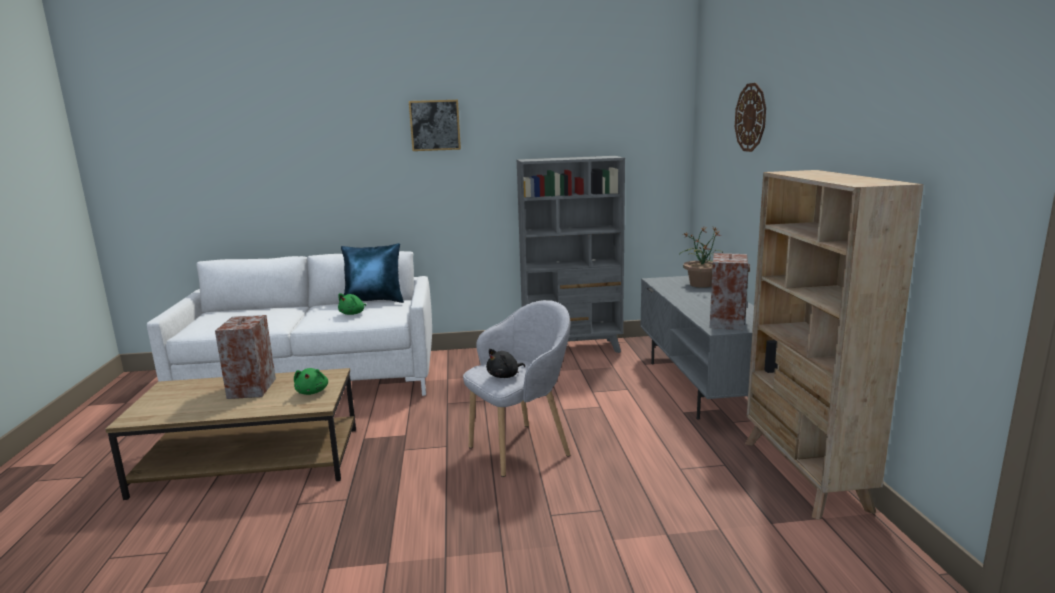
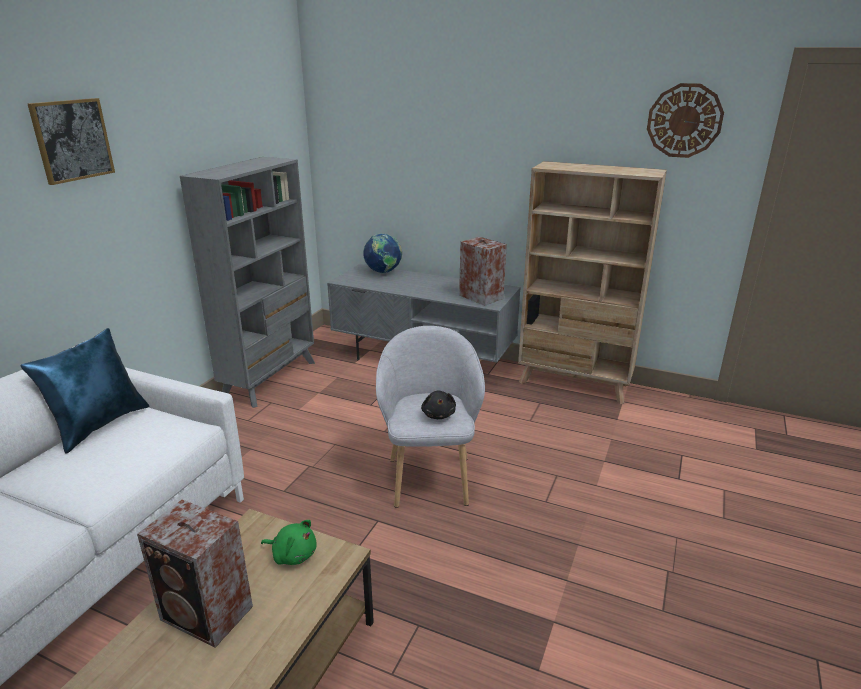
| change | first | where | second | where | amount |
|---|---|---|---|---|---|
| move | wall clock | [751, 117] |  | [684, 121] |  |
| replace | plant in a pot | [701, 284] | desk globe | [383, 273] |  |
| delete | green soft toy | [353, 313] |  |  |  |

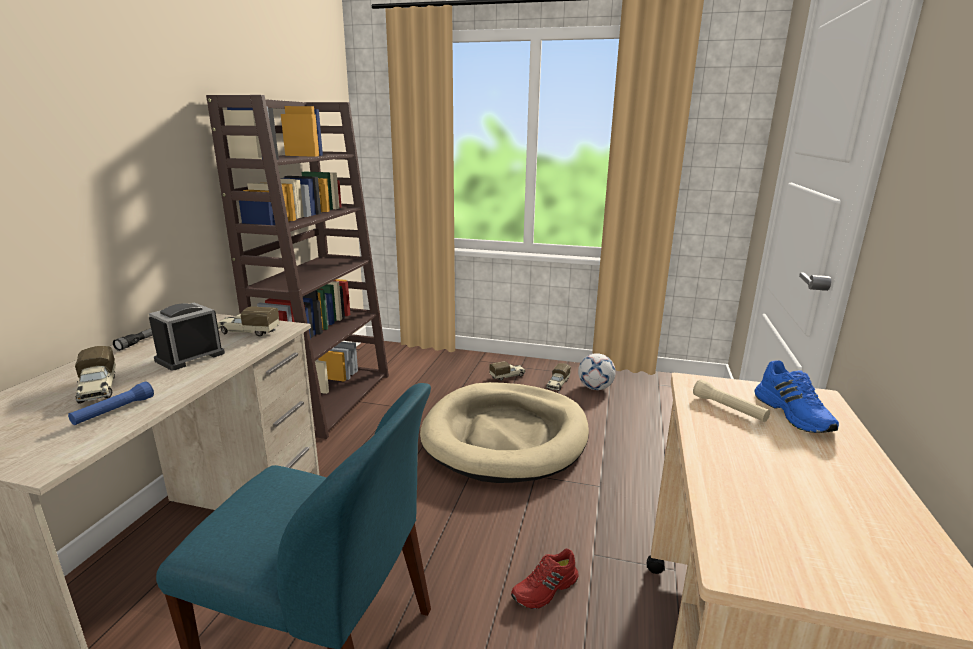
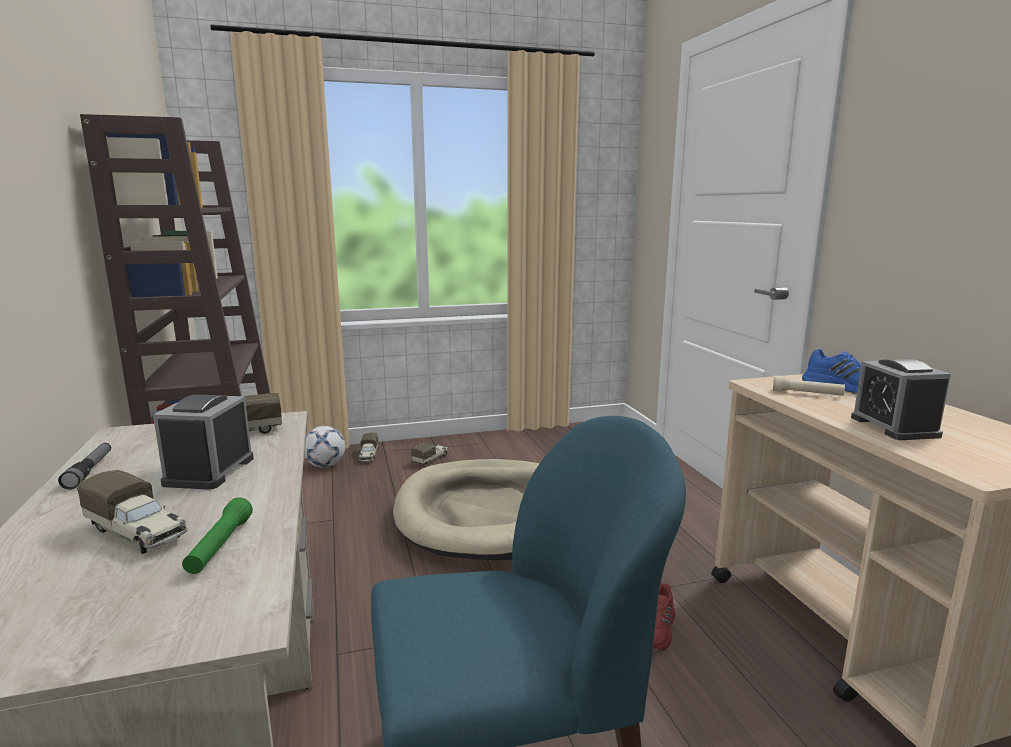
| change | first | where | second | where | amount |
|---|---|---|---|---|---|
| move | football | [595, 388] |  | [325, 465] |  |
| move | model truck | [557, 384] |  | [368, 456] |  |
| recolor | blue flashlight | [114, 411] | green flashlight | [220, 546] |  |
| insert |  |  | bedside clock | [894, 426] |  |

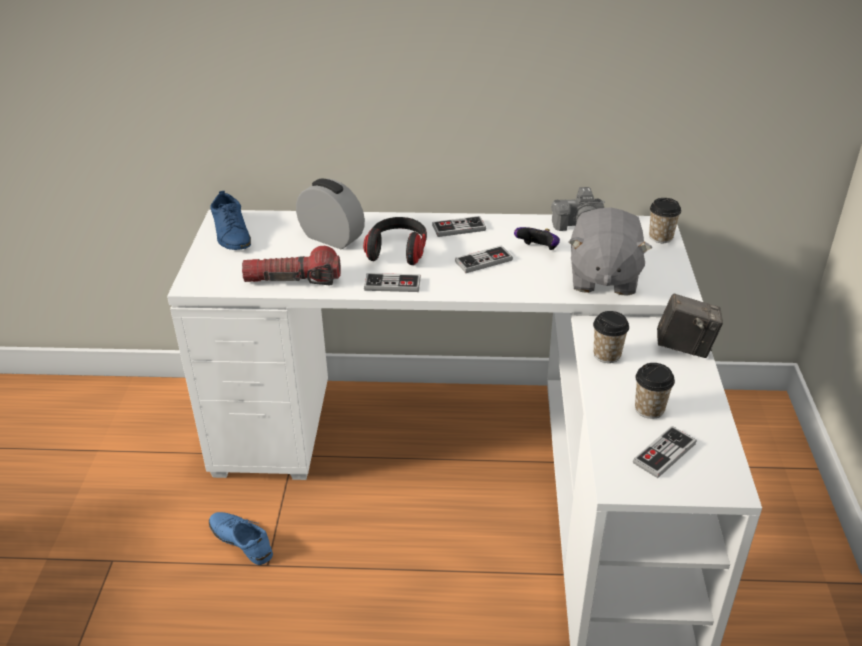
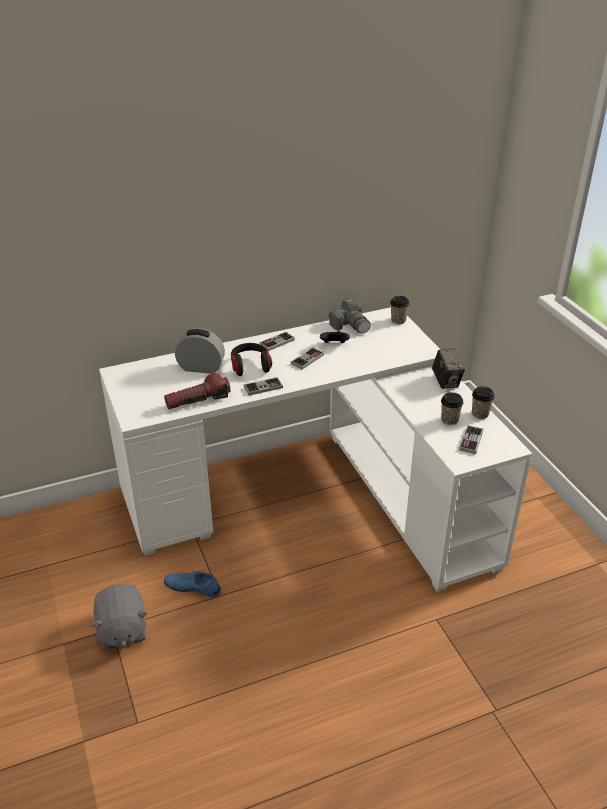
| change | first | where | second | where | amount |
|---|---|---|---|---|---|
| delete | blue shoe | [231, 233] |  |  |  |
| move | greyish soft toy | [602, 278] |  | [122, 630] |  |
| rotate | photo camera | [684, 347] |  | [446, 381] | 90 degrees clockwise |
| move | cup | [607, 355] |  | [480, 414] |  |

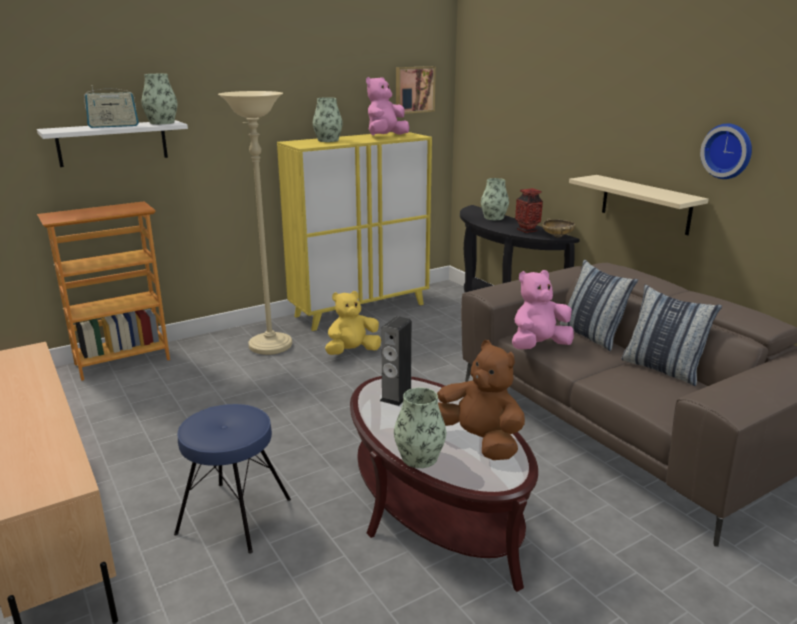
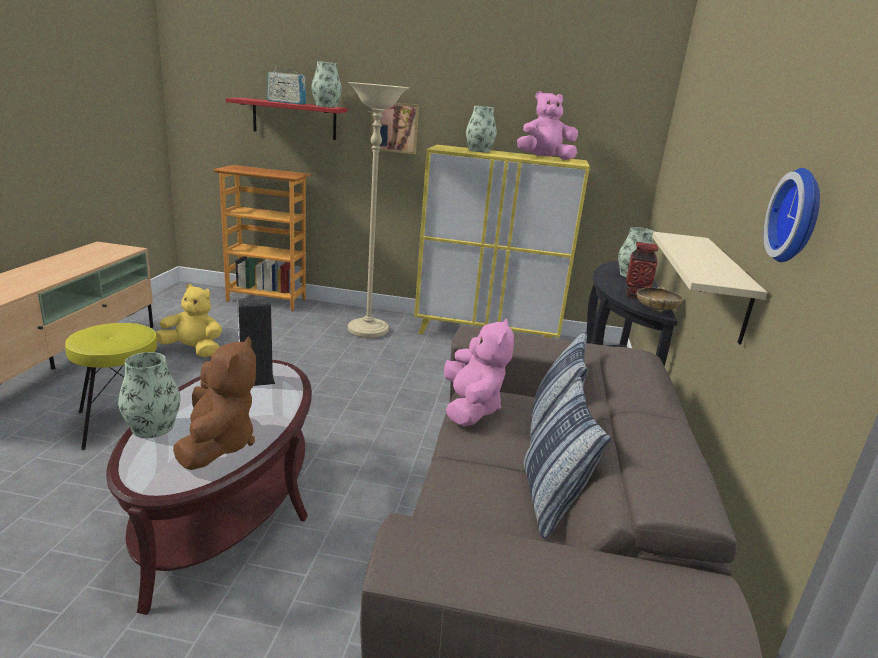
| change | first | where | second | where | amount |
|---|---|---|---|---|---|
| move | wall art | [414, 89] |  | [394, 127] |  |
| recolor | whitish shelf | [112, 143] | red-coloured shelf | [294, 119] |  |
| rotate | pink-coloured soft toy | [538, 346] |  | [471, 408] | 75 degrees clockwise |
| move | yellow soft toy | [352, 351] |  | [193, 350] |  |
| recolor | blue stool | [235, 516] | yellow stool | [123, 422] |  |

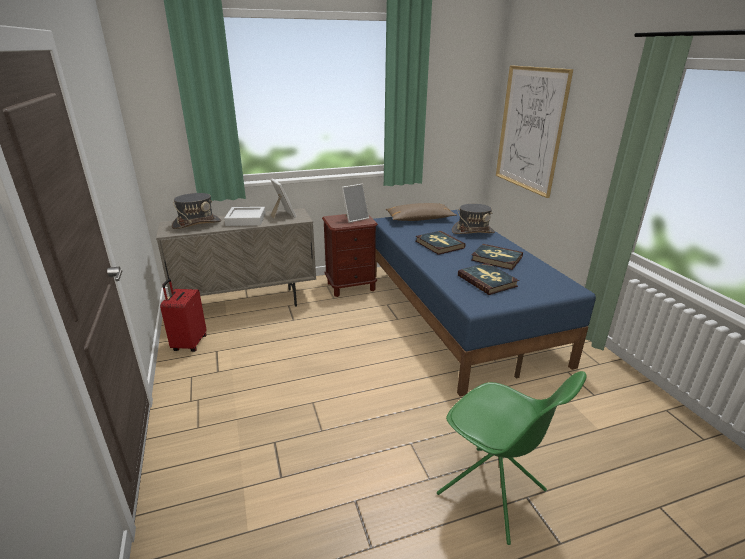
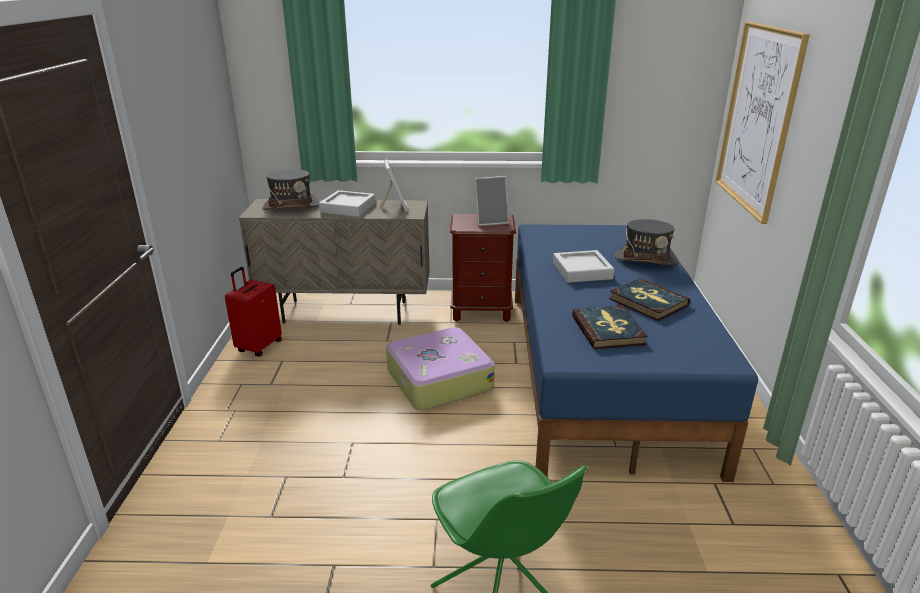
| change | first | where | second | where | amount |
|---|---|---|---|---|---|
| delete | brownish pillow | [419, 219] |  |  |  |
| replace | book | [439, 244] | greyish tray | [582, 271] |  |
| insert |  |  | suitcase | [438, 379] |  |

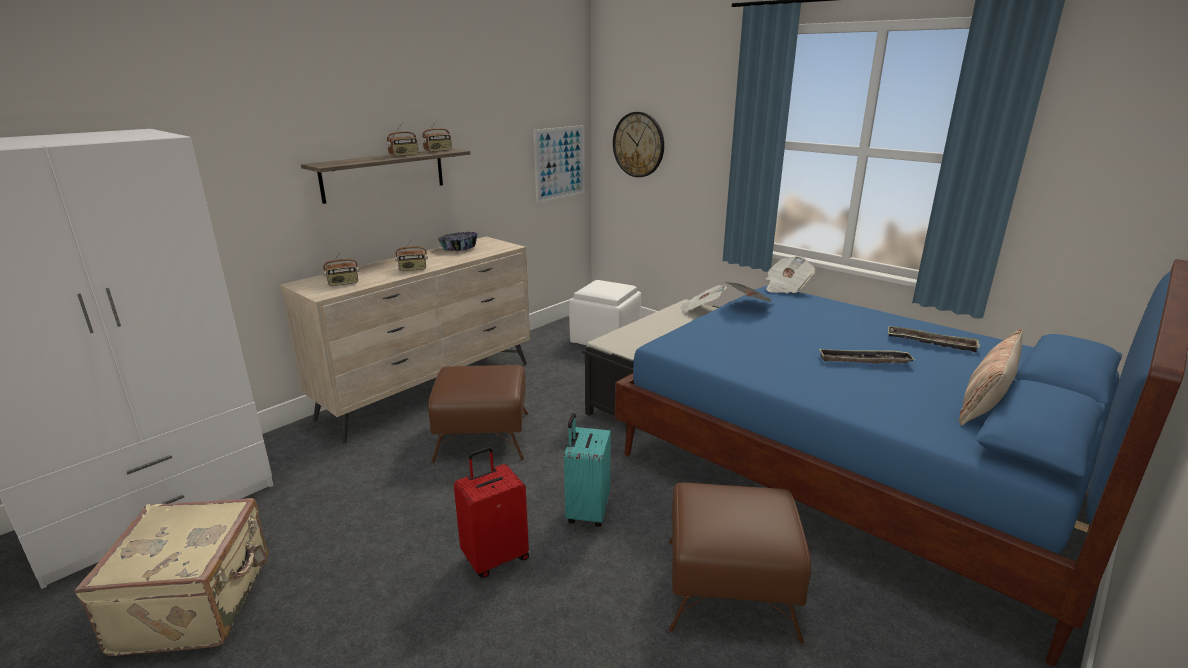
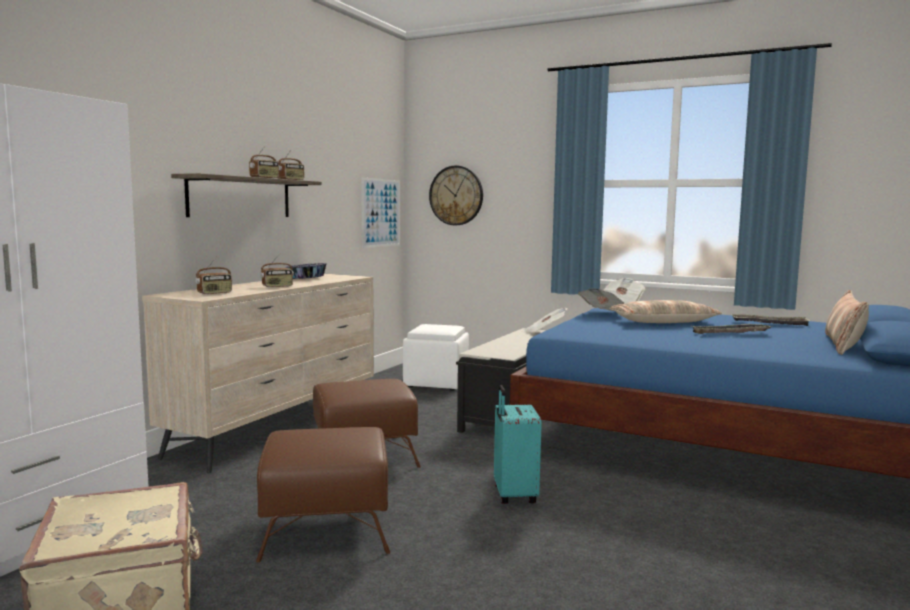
| change | first | where | second | where | amount |
|---|---|---|---|---|---|
| delete | red-coloured suitcase | [495, 557] |  |  |  |
| move | brownish ottoman | [728, 586] |  | [325, 527] |  |
| insert |  |  | pillow | [663, 322] |  |

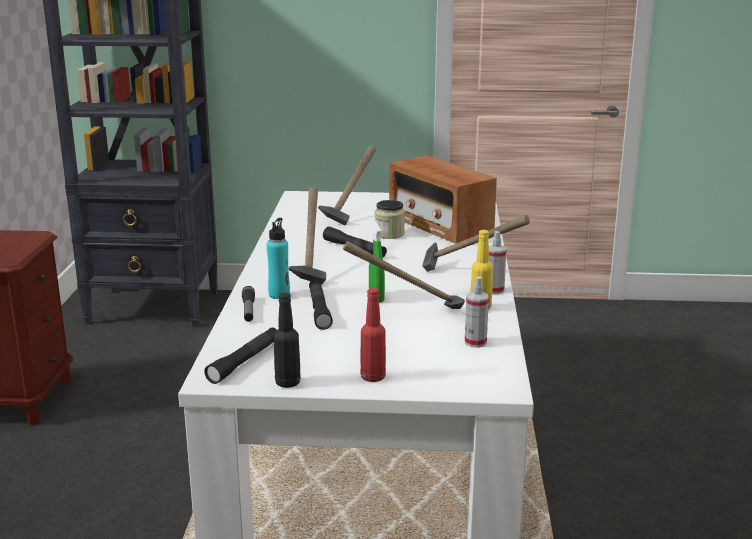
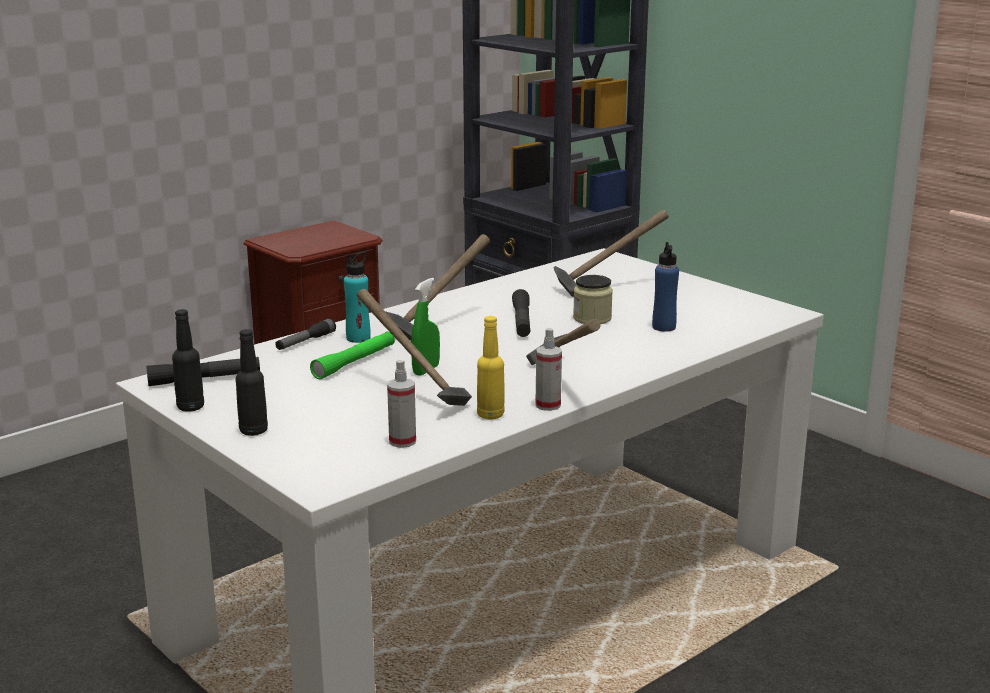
| change | first | where | second | where | amount |
|---|---|---|---|---|---|
| replace | radio set | [439, 226] | blue drink bottle | [664, 327] |  |
| recolor | blackish flashlight | [319, 310] | green flashlight | [355, 362] |  |
| recolor | red-coloured drink bottle | [373, 377] | blackish drink bottle | [254, 431] |  |

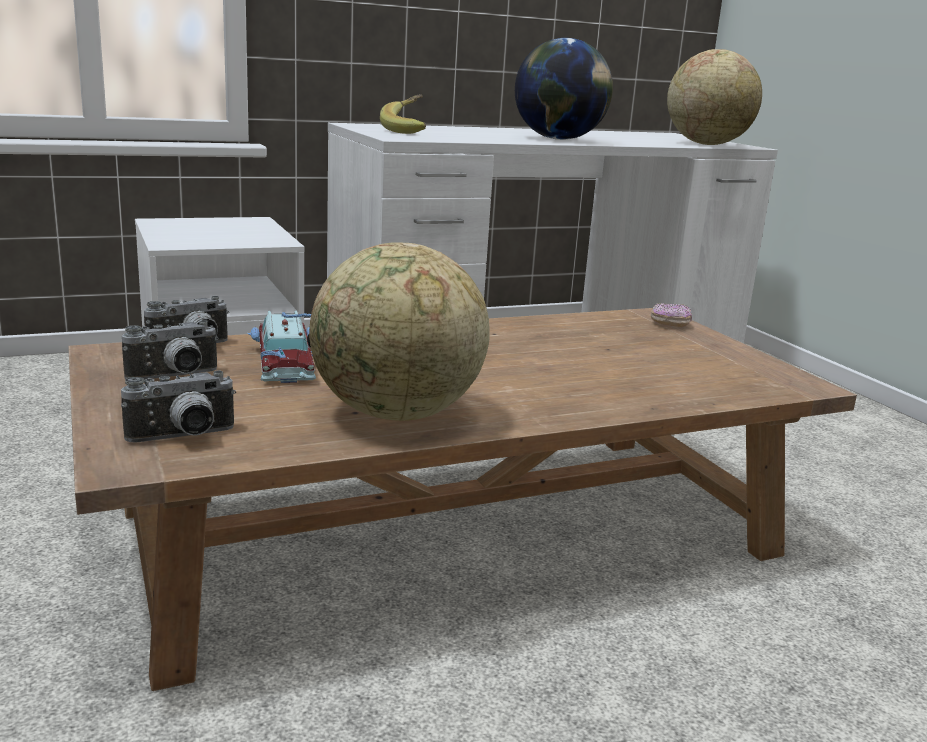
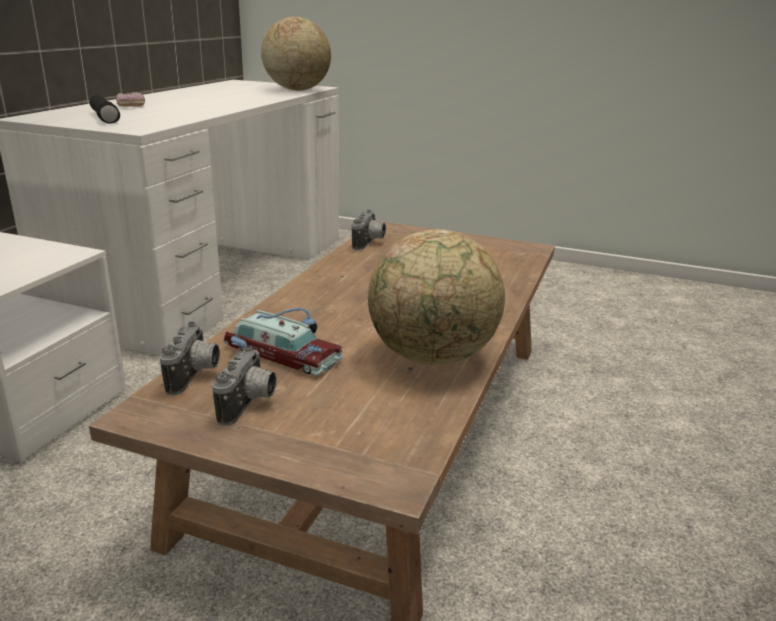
| change | first | where | second | where | amount |
|---|---|---|---|---|---|
| delete | desk globe | [559, 139] |  |  |  |
| replace | whole banana | [410, 131] | blackish flashlight | [105, 118] |  |
| move | doughnut | [670, 324] |  | [131, 106] |  |
| move | photo camera | [183, 438] |  | [370, 243] |  |

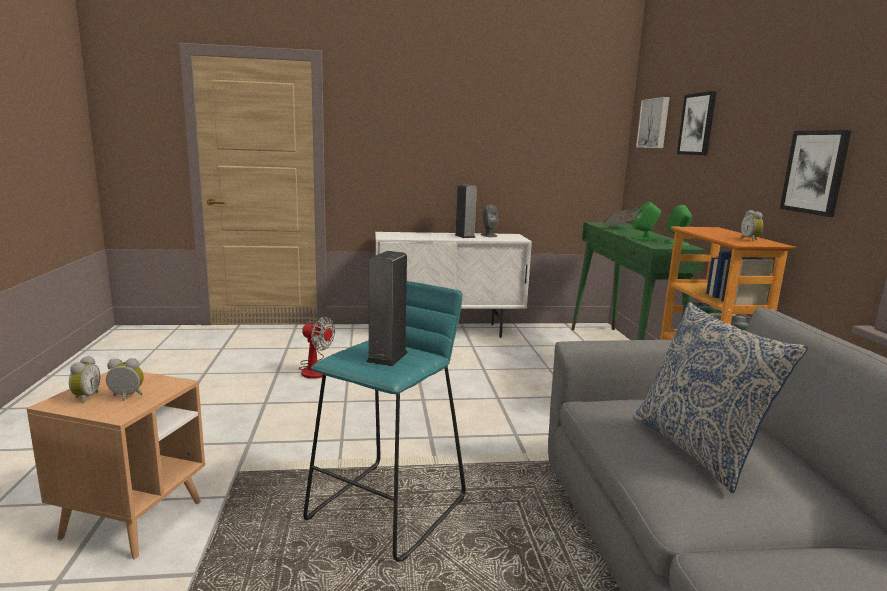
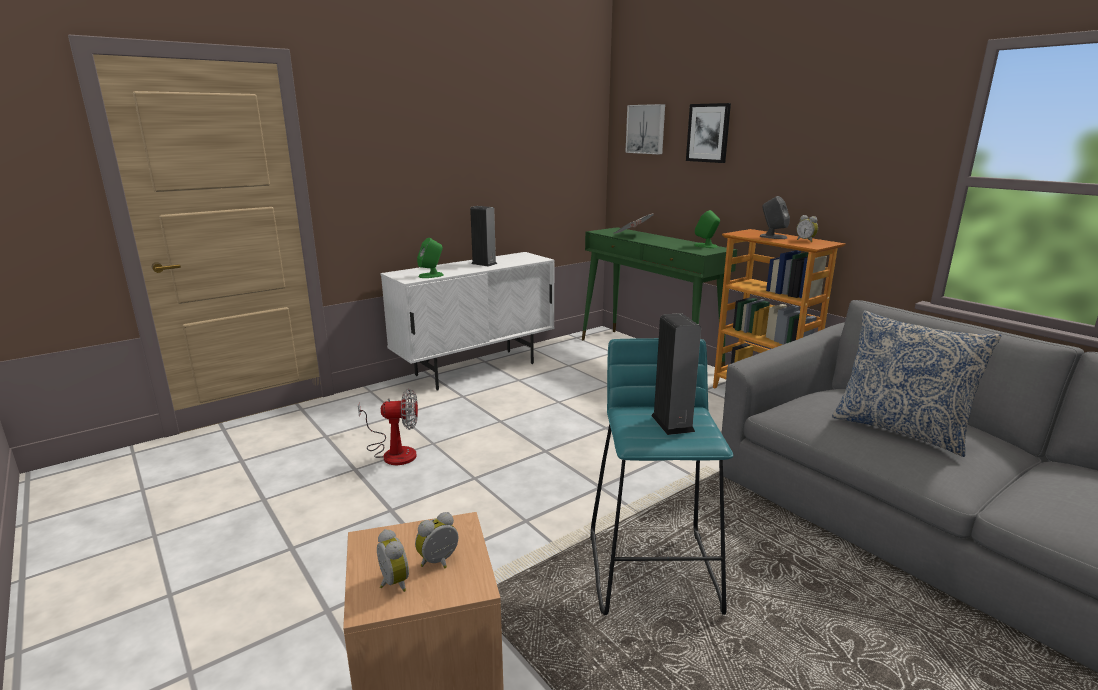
| change | first | where | second | where | amount |
|---|---|---|---|---|---|
| delete | wall art | [815, 172] |  |  |  |
| move | green audio speaker | [644, 238] |  | [431, 275] |  |
| move | greyish audio speaker | [488, 235] |  | [772, 237] |  |

